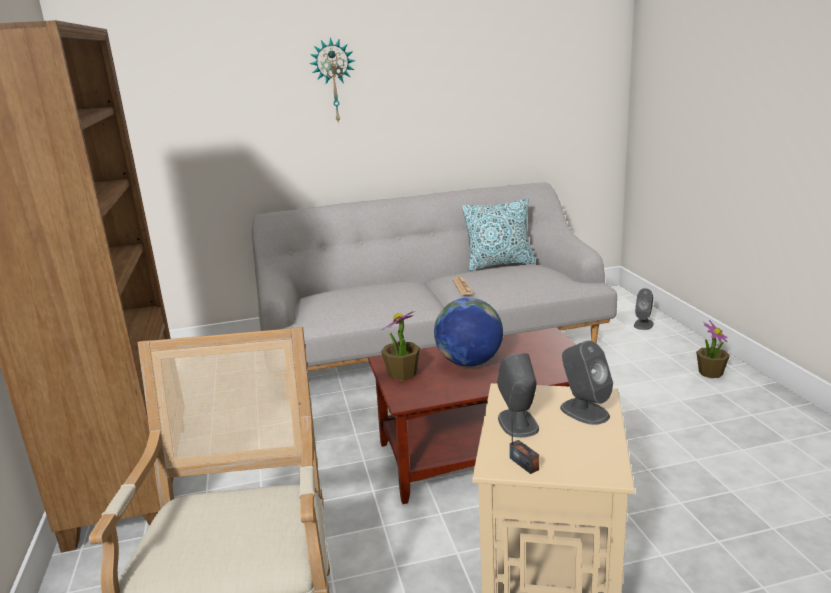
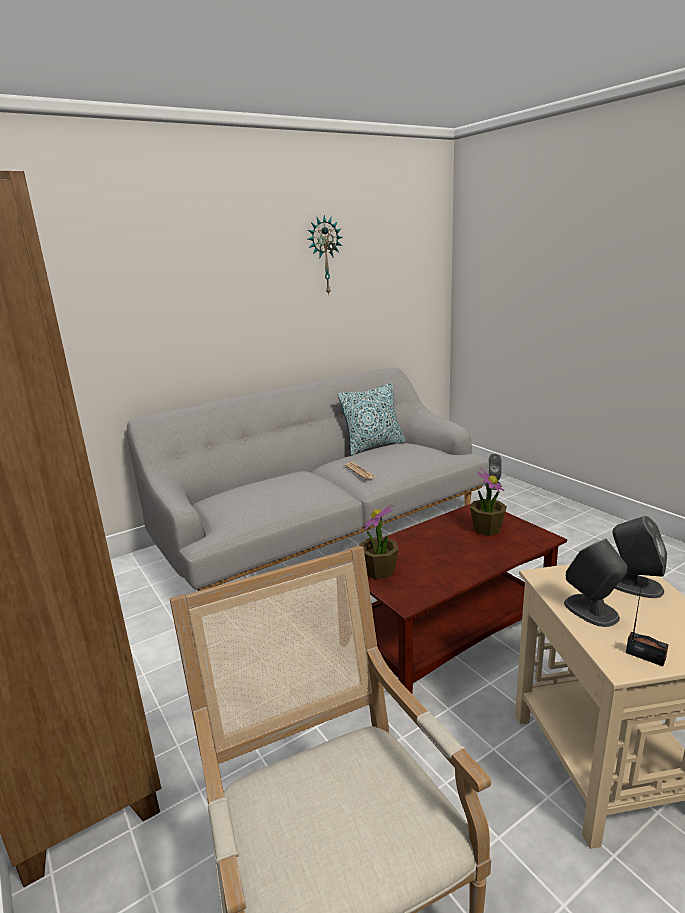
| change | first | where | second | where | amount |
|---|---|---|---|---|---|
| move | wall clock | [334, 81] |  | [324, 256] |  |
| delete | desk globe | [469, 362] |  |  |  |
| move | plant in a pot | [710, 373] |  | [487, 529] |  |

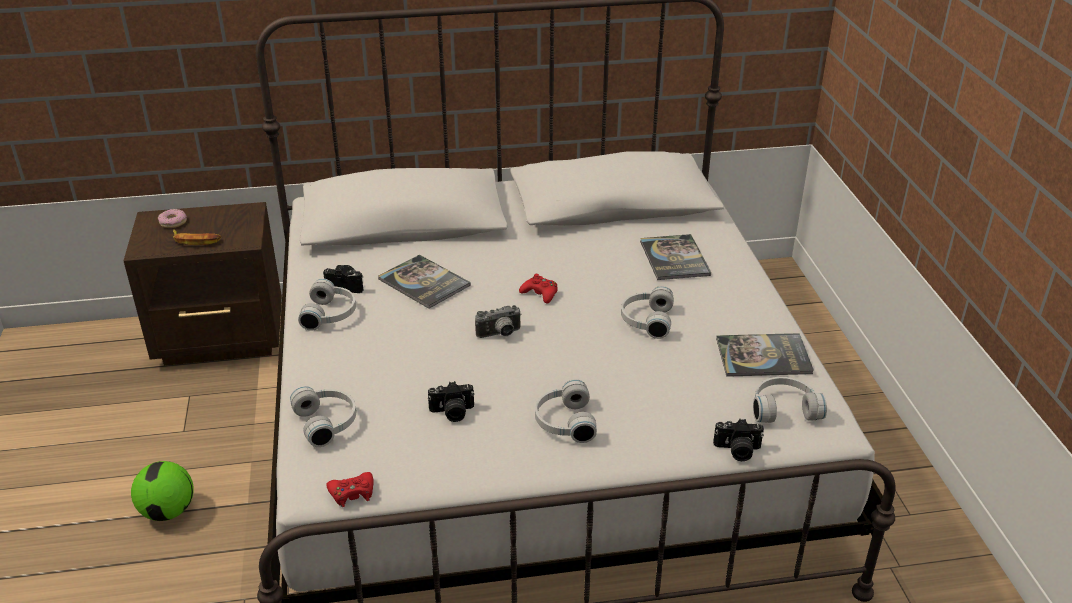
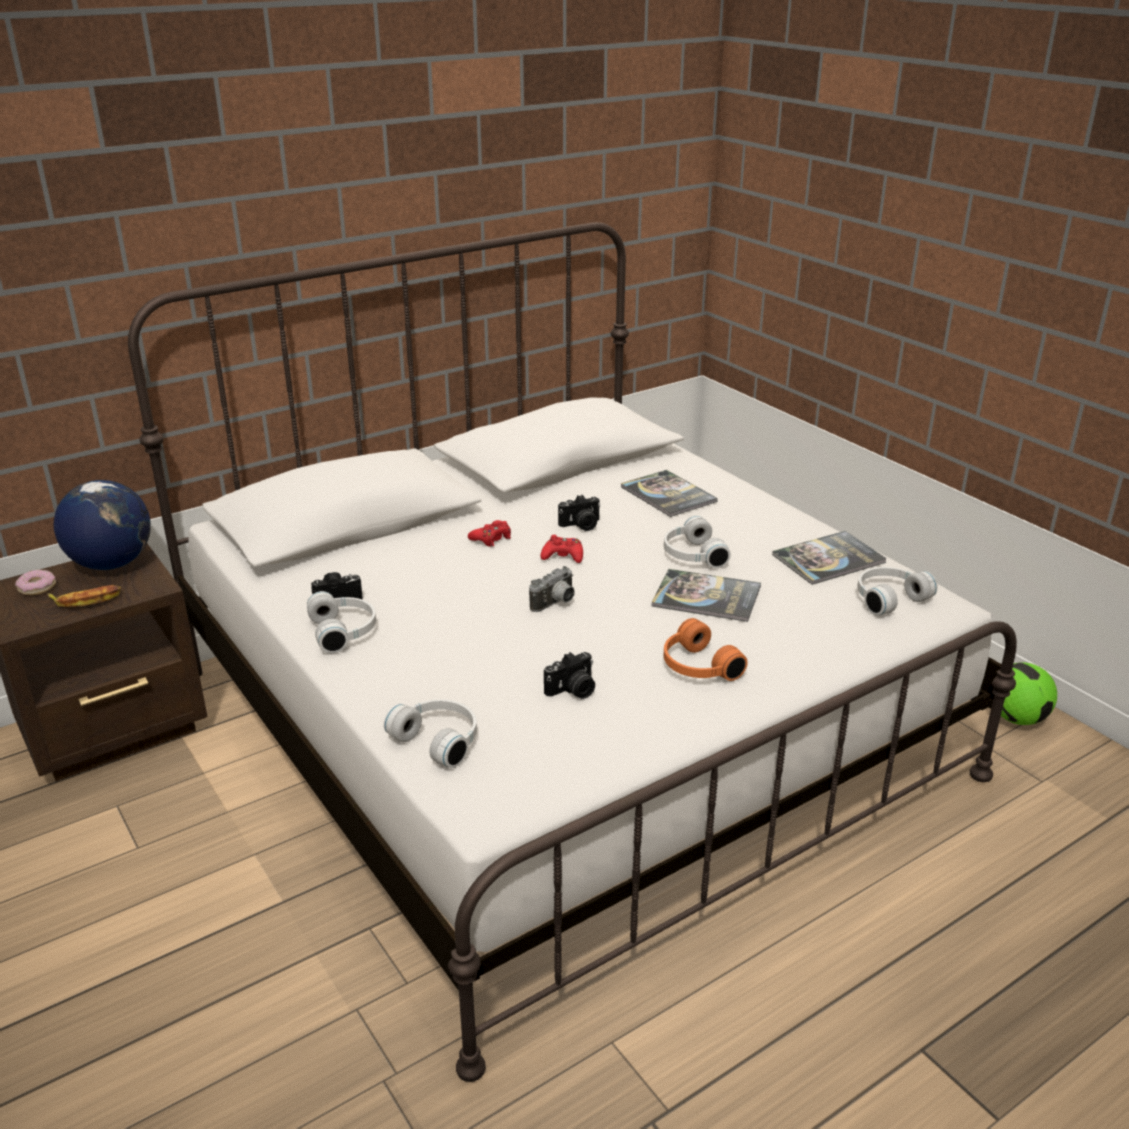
| change | first | where | second | where | amount |
|---|---|---|---|---|---|
| move | book | [424, 282] |  | [706, 597] |  |
| recolor | whitish pair of headphones | [563, 422] | orangey pair of headphones | [696, 667] |  |
| move | photo camera | [737, 450] |  | [581, 525] |  |
| move | football | [168, 511] |  | [1016, 718] |  |
| move | red-coloured game controller | [352, 493] |  | [491, 538] |  |
| insert |  |  | desk globe | [111, 563] |  |

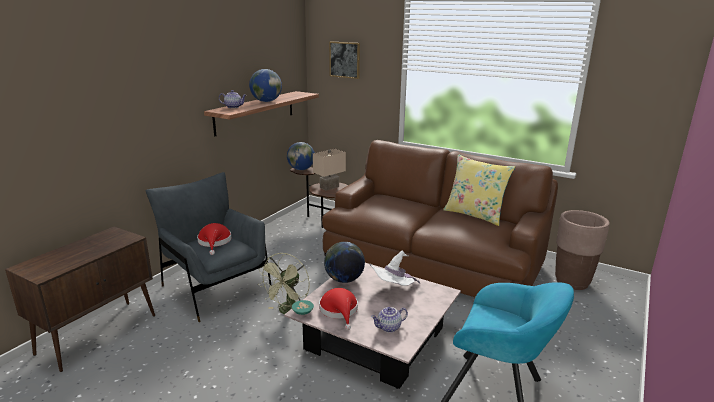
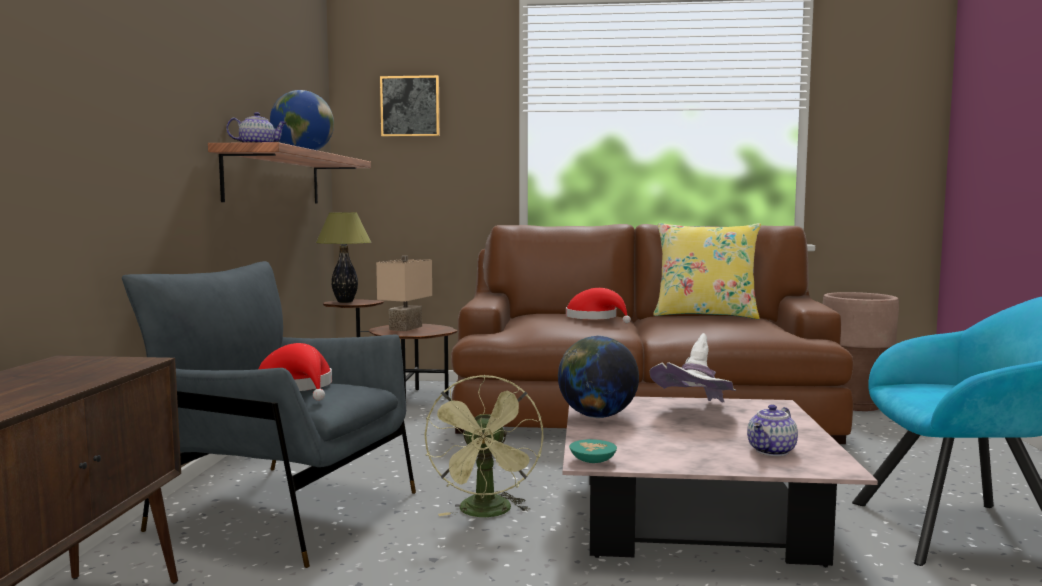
| change | first | where | second | where | amount |
|---|---|---|---|---|---|
| replace | desk globe | [301, 169] | table lamp | [345, 302] |  |
| move | red-coloured hat | [339, 311] |  | [595, 318] |  |

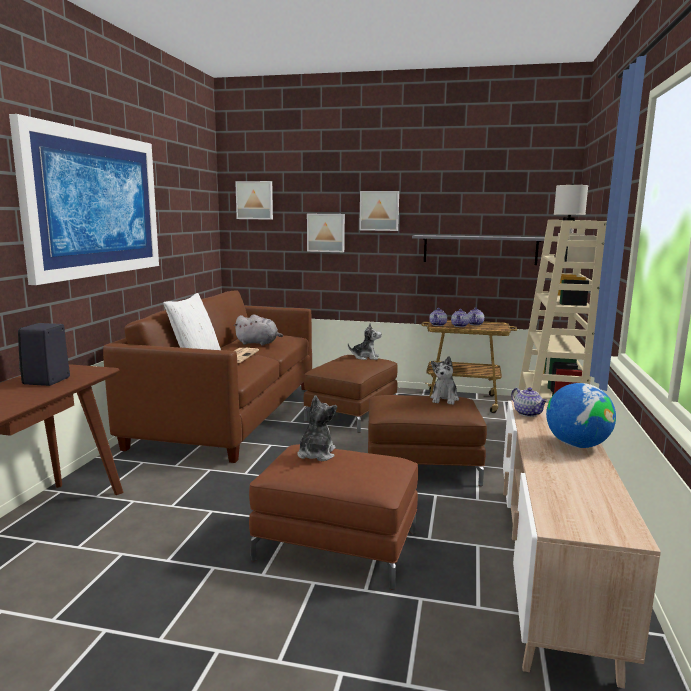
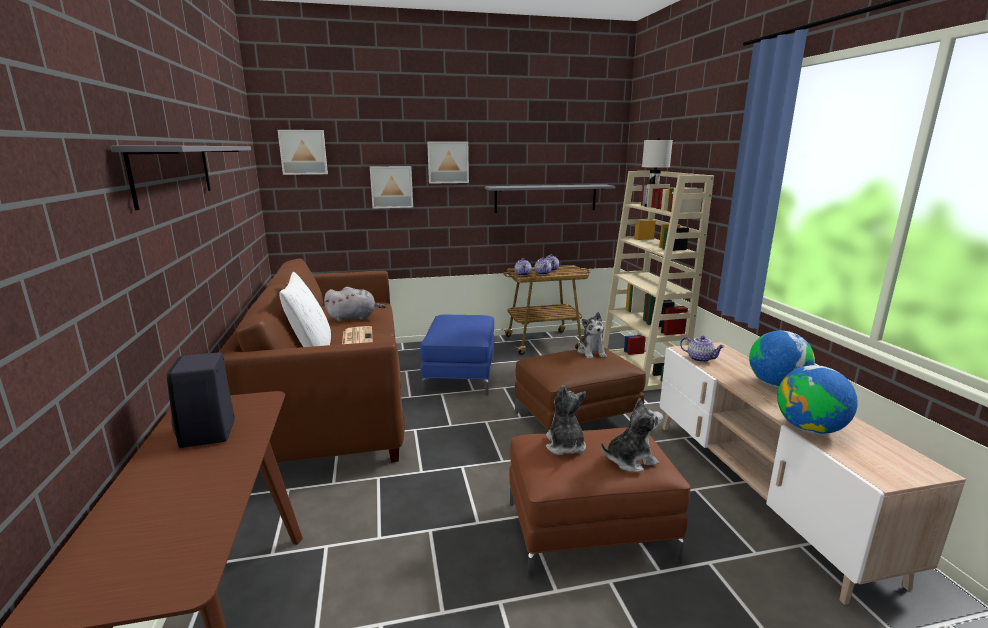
| change | first | where | second | where | amount |
|---|---|---|---|---|---|
| replace | wall art | [95, 204] | greyish shelf | [174, 172] |  |
| move | soft toy | [365, 357] |  | [630, 460] |  |
| recolor | brownish ottoman | [352, 413] | blue ottoman | [460, 375] |  |
| insert |  |  | desk globe | [810, 429] |  |

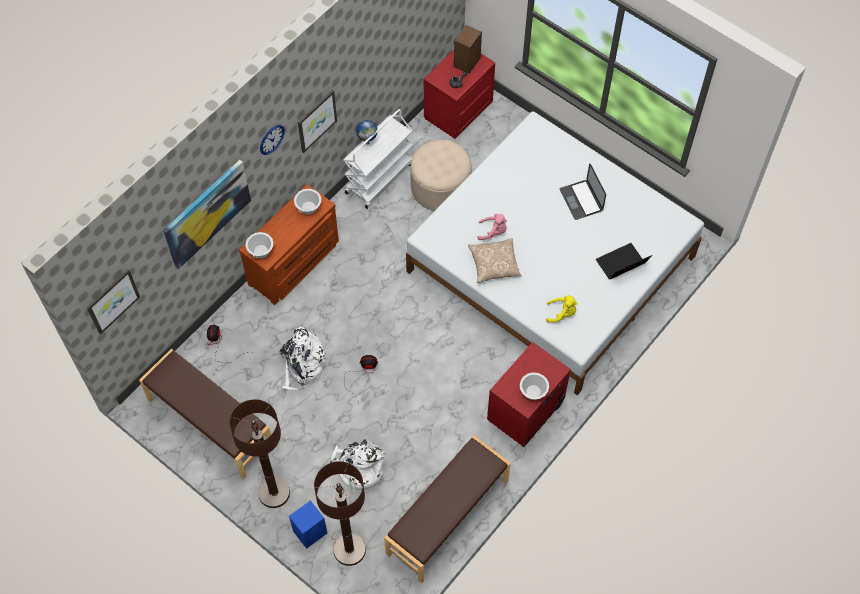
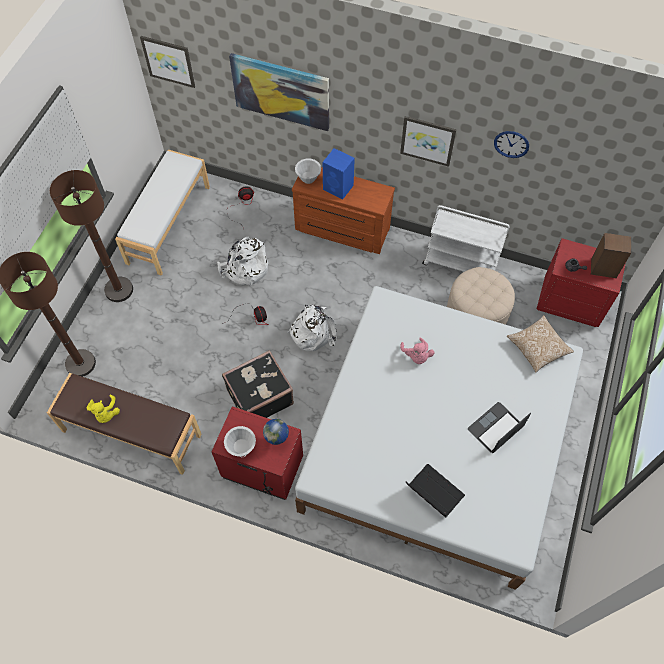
| change | first | where | second | where | amount |
|---|---|---|---|---|---|
| move | desk globe | [368, 142] |  | [277, 440] |  |
| move | wall clock | [271, 139] |  | [511, 144] |  |
| delete | whitish bowl | [308, 208] |  |  |  |
| move | pillow | [494, 265] |  | [537, 348] |  |
| move | yellow soft toy | [562, 313] |  | [106, 413] |  |
| recolor | brownish long seat | [210, 424] | whitish long seat | [168, 224] |  |
| move | whitish rucksack | [358, 468] |  | [312, 331] |  |
| move | blue audio speaker | [310, 531] |  | [338, 188] |  |
| insert |  |  | blackish suitcase | [259, 396] |  |

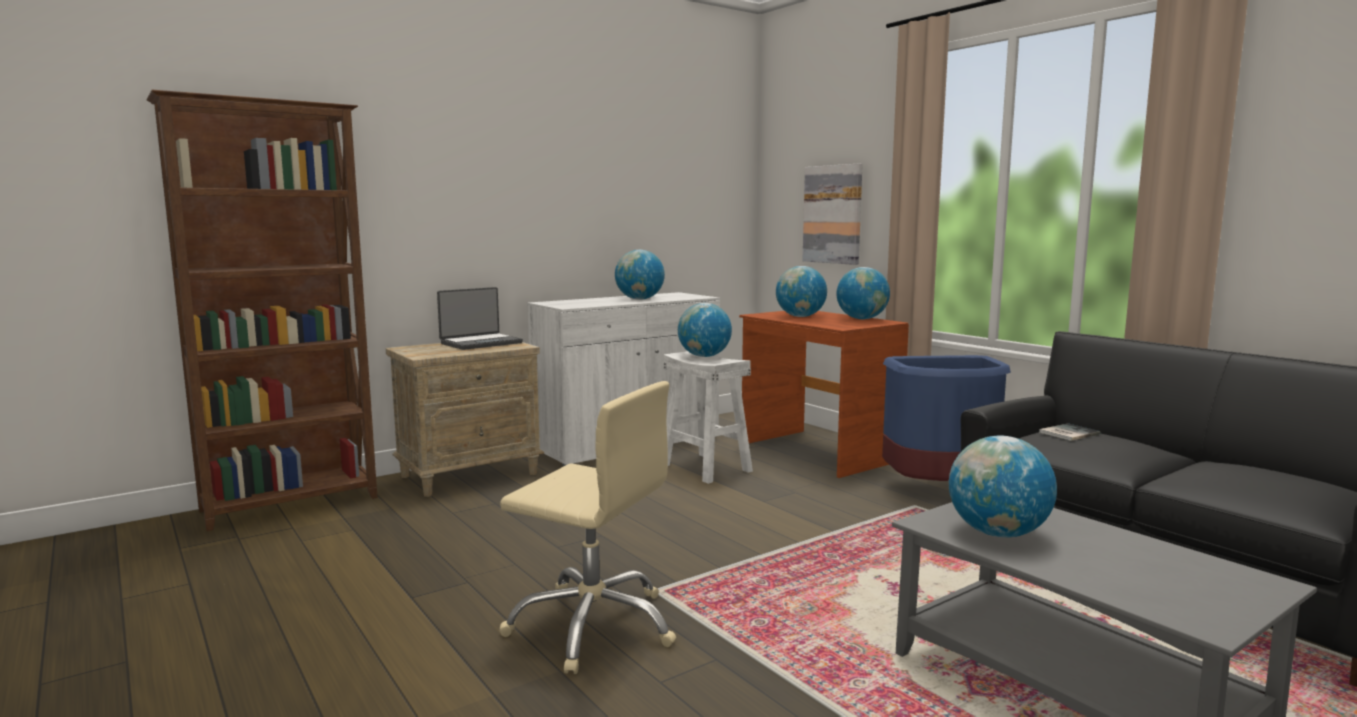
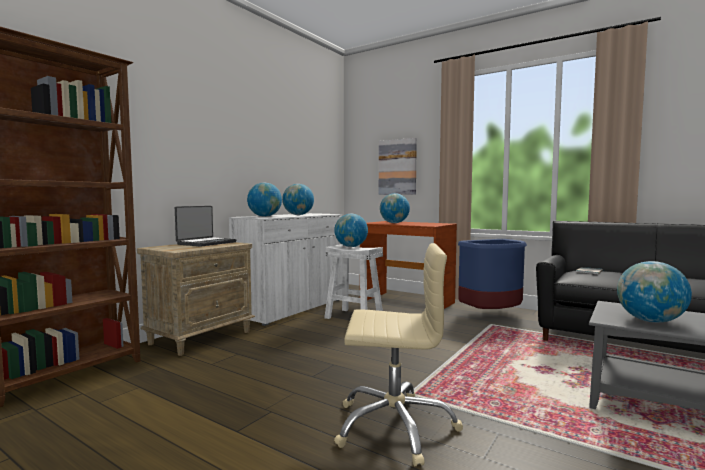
| change | first | where | second | where | amount |
|---|---|---|---|---|---|
| move | desk globe | [862, 319] |  | [265, 216] |  |

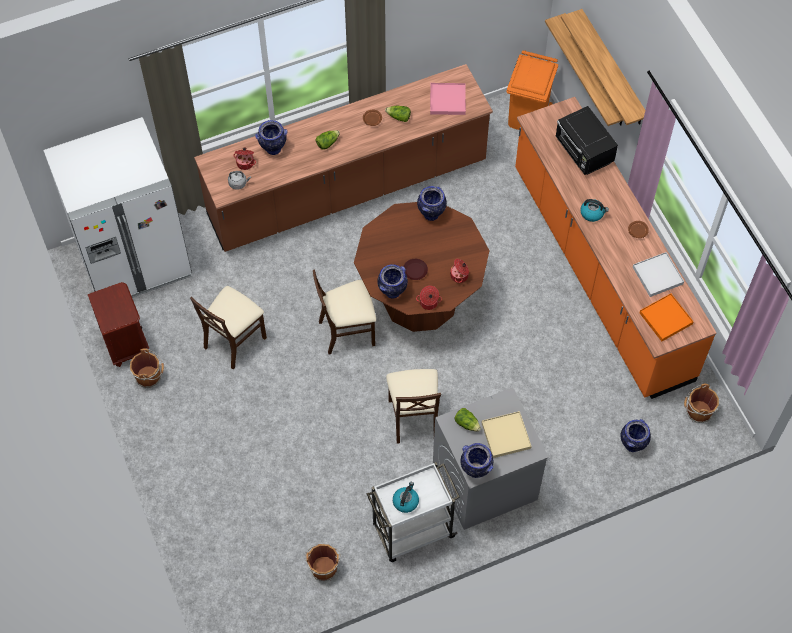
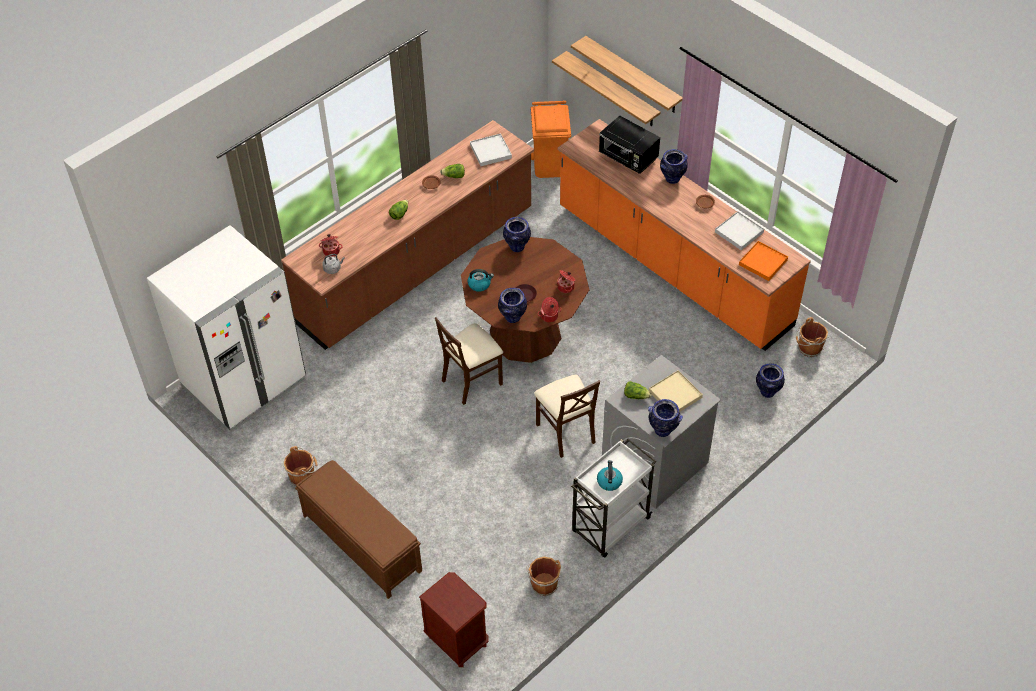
| change | first | where | second | where | amount |
|---|---|---|---|---|---|
| recolor | pink-coloured tray | [447, 100] | whitish tray | [491, 151] |  |
| move | vase | [273, 149] |  | [672, 179] |  |
| move | tea kettle | [592, 213] |  | [479, 284] |  |
| move | brownish bedside table | [126, 343] |  | [457, 641] |  |
| delete | sand-coloured chair | [234, 341] |  |  |  |
| insert |  |  | brownish long seat | [361, 542] |  |

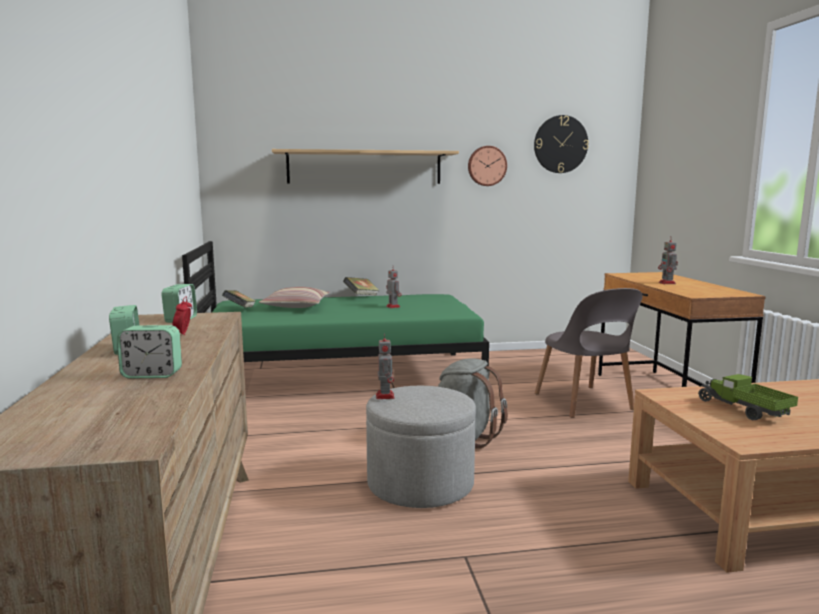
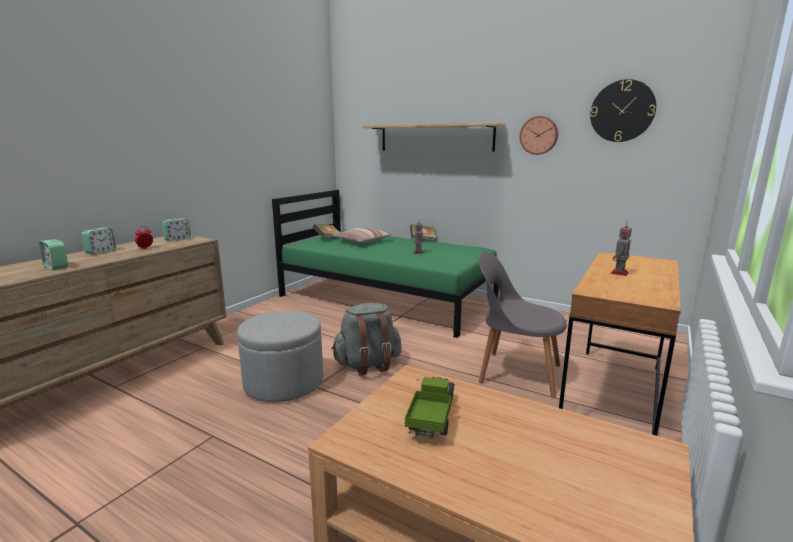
| change | first | where | second | where | amount |
|---|---|---|---|---|---|
| rotate | greyish chair | [584, 403] |  | [515, 372] | 90 degrees clockwise |
| delete | toy robot | [385, 396] |  |  |  |

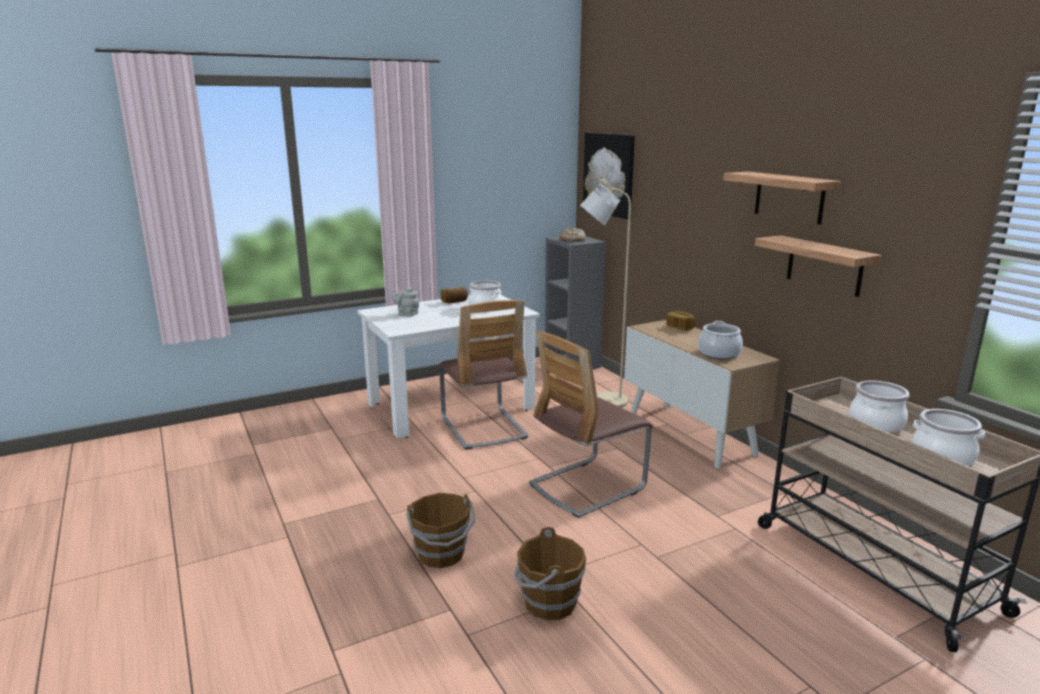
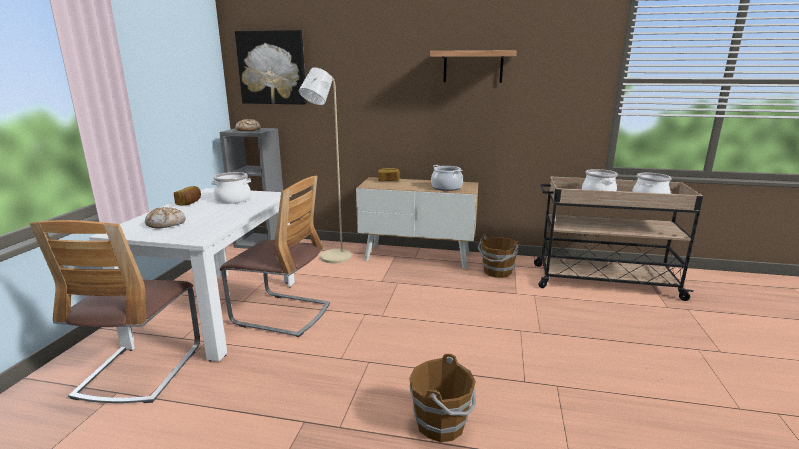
| change | first | where | second | where | amount |
|---|---|---|---|---|---|
| delete | shelf | [824, 266] |  |  |  |
| replace | greyish teapot | [406, 314] | bread | [166, 224] |  |
| move | chair | [587, 487] |  | [140, 370] |  |
| move | brownish pail | [548, 603] |  | [497, 272] |  |

